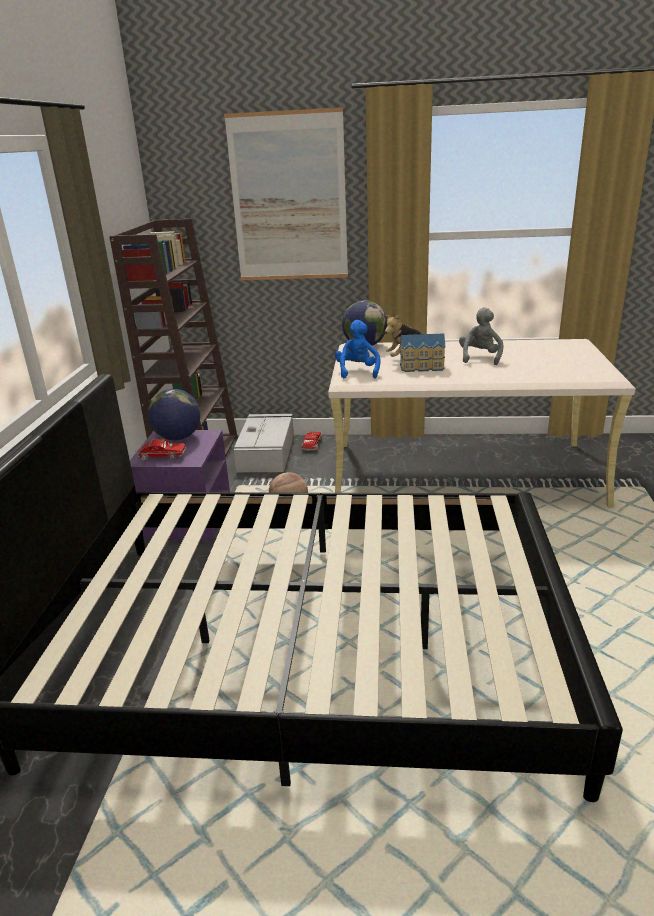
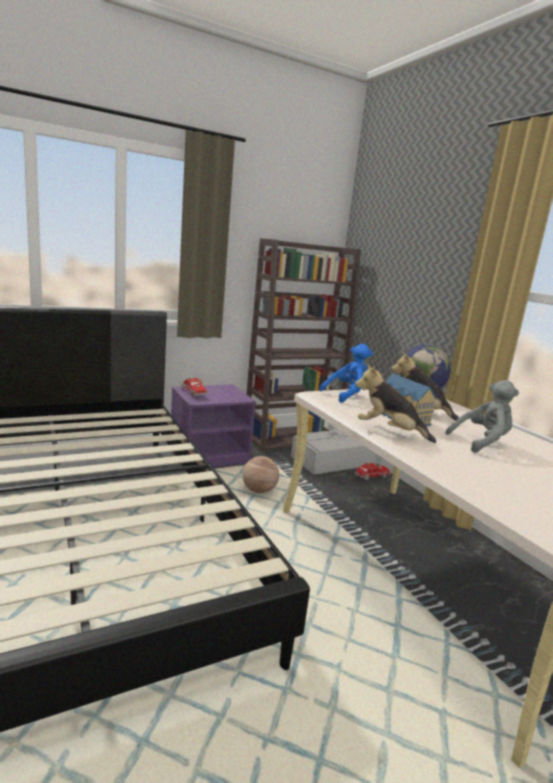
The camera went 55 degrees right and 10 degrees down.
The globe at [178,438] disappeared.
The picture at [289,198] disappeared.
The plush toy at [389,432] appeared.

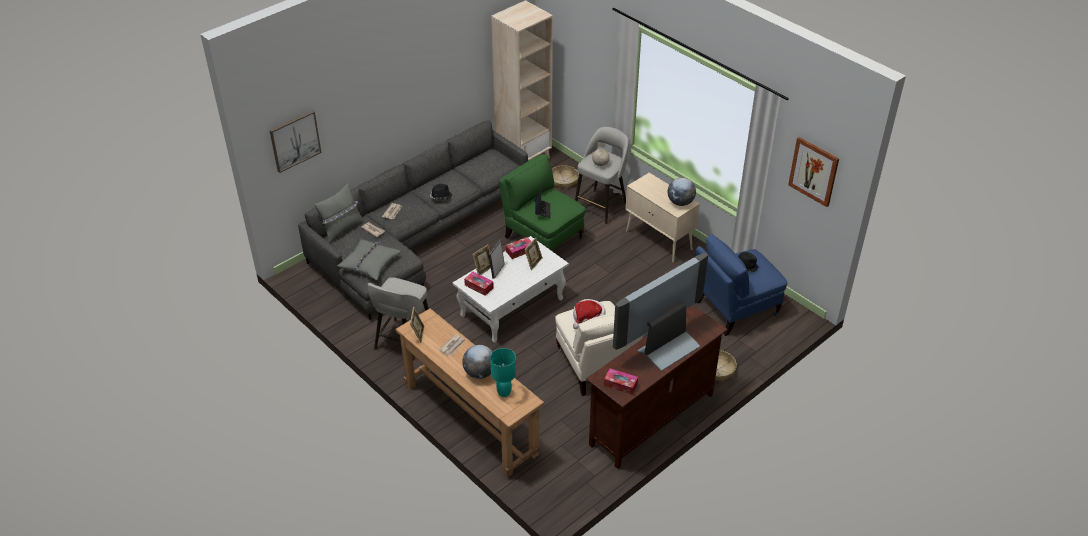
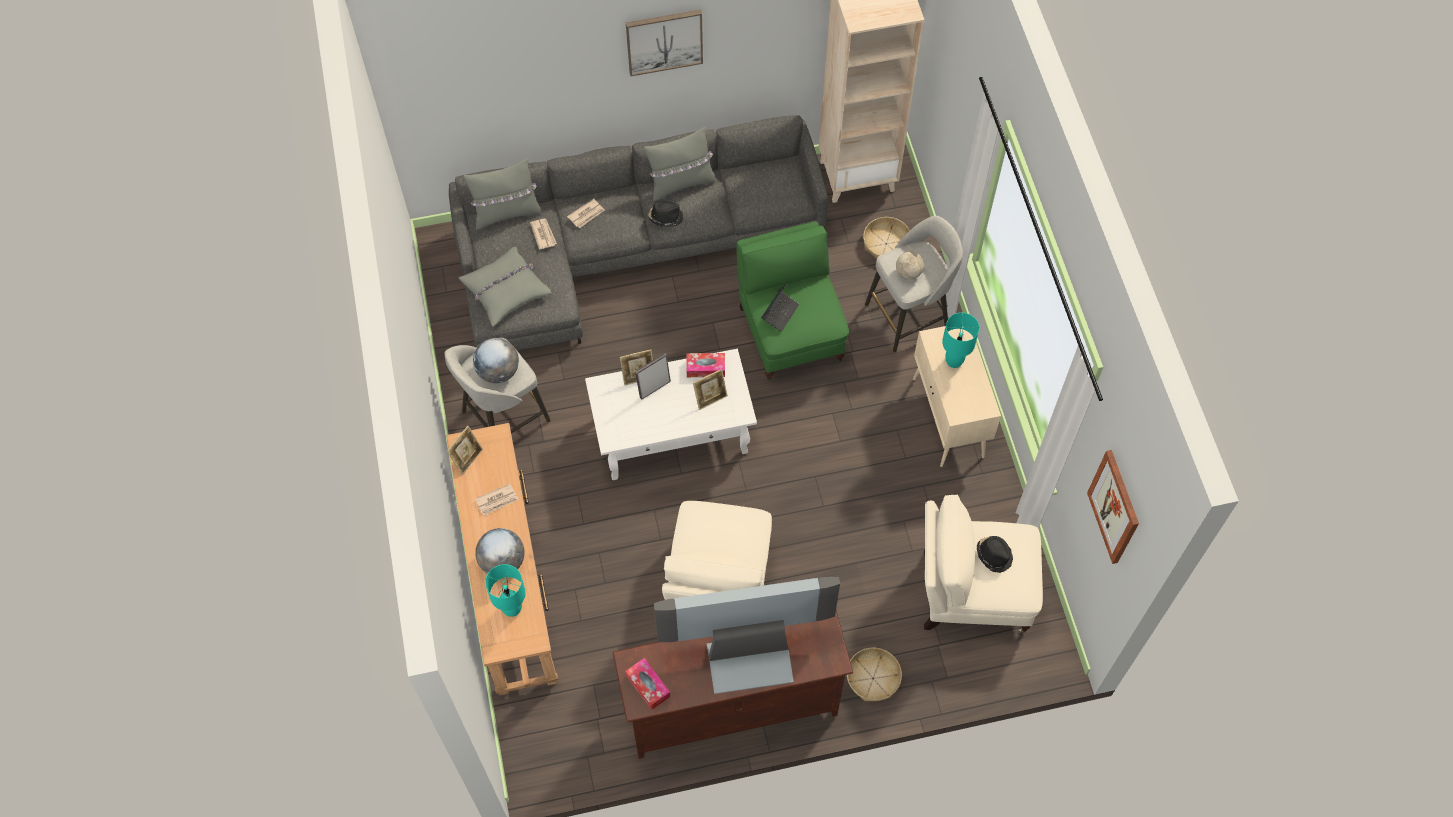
The camera went 30 degrees right and 20 degrees up.
The picture moved from [295,140] to [664,41].
The tissue box at [479,286] disappeared.
The hat at [588,318] disappeared.
The globe moved from [680,202] to [498,371].
The blue armchair at [734,308] became the beige armchair at [970,591].
The grey pillow at [681,183] appeared.
The turquoise table lamp at [954,361] appeared.

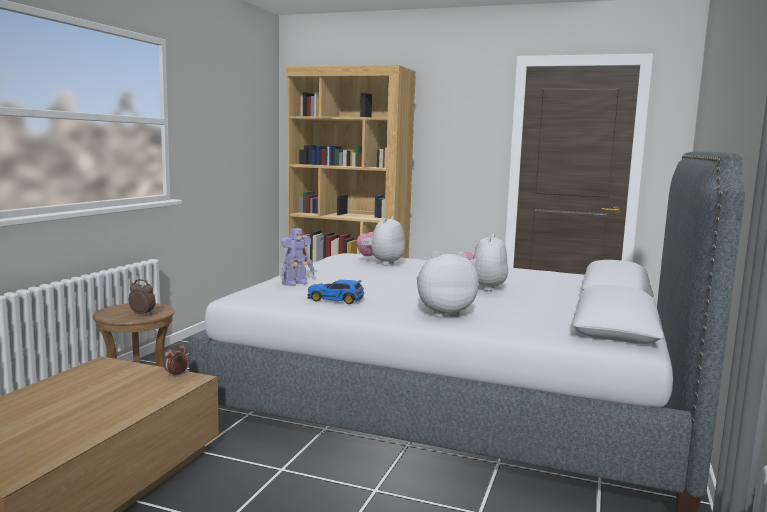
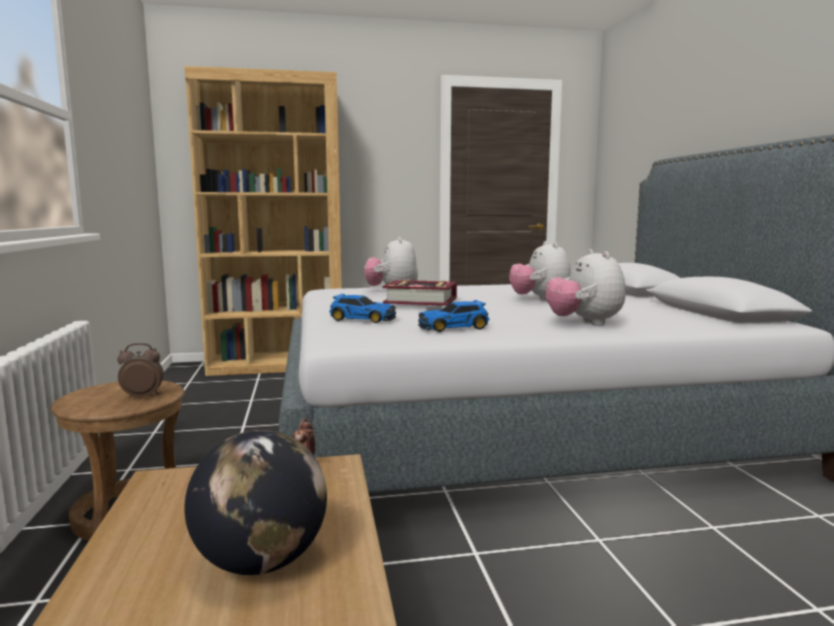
The camera went 30 degrees left and 0 degrees up.
The toy robot at [295,283] was replaced by the toy car at [362,319].
The plush toy at [443,313] turned 60 degrees counterclockwise.
The globe at [261,562] appeared.
The book at [420,300] appeared.

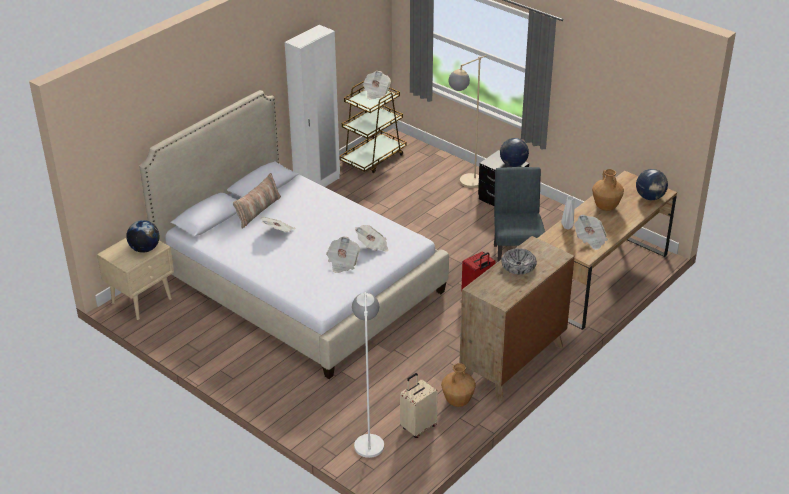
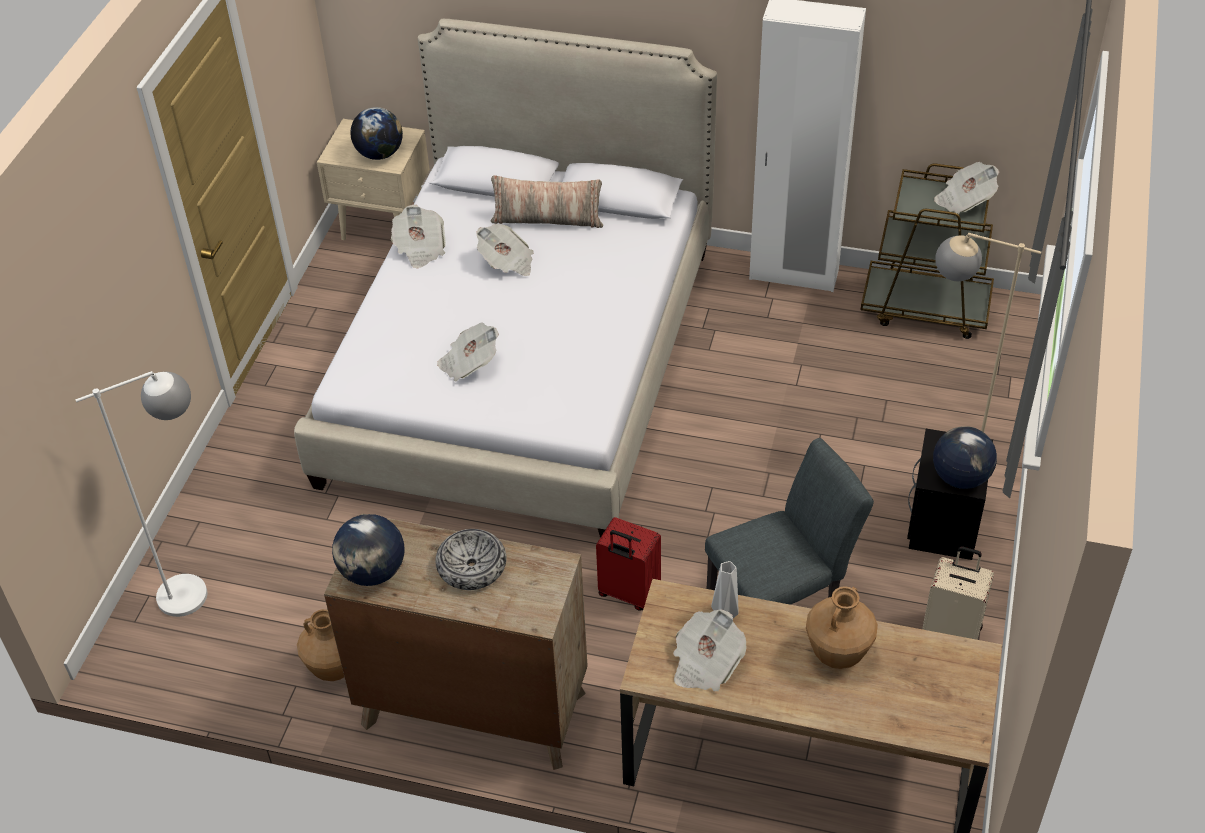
The camera went 65 degrees right and 10 degrees up.
The newspaper moved from [372,246] to [420,249].
The beige suitcase moved from [418,427] to [952,631].
The globe moved from [650,197] to [372,572].

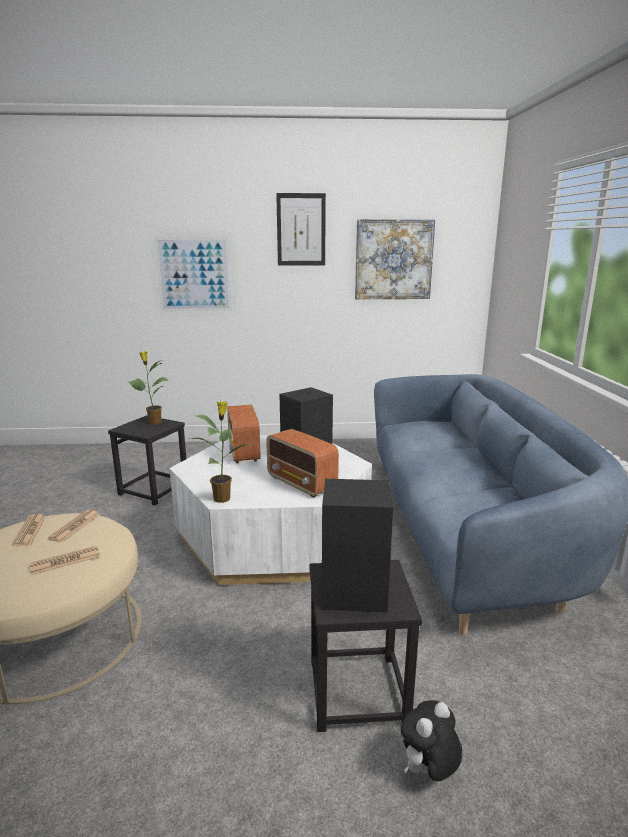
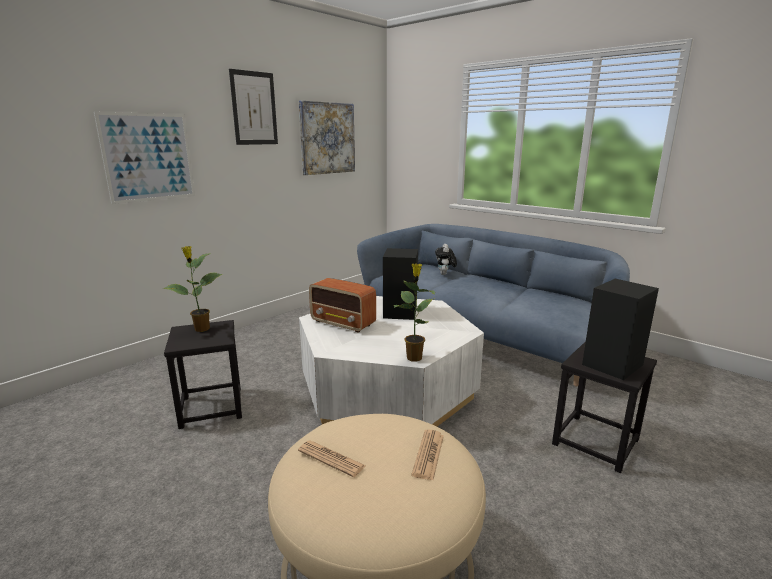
The camera went 45 degrees left and 0 degrees up.
The newspaper at [75,526] disappeared.
The radio at [302,483] disappeared.
The plush toy moved from [428,772] to [445,274].

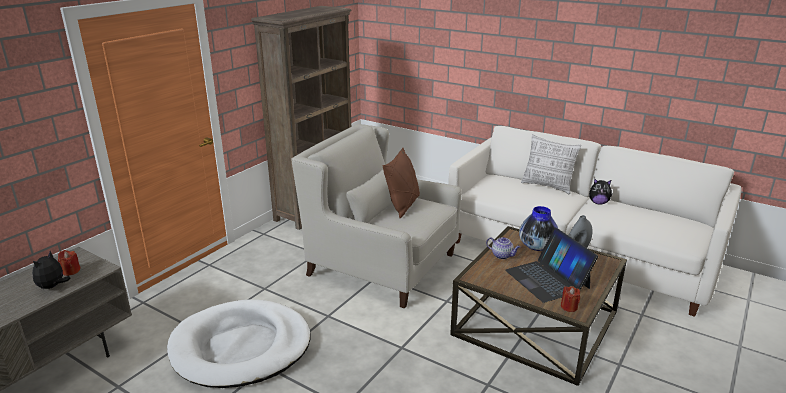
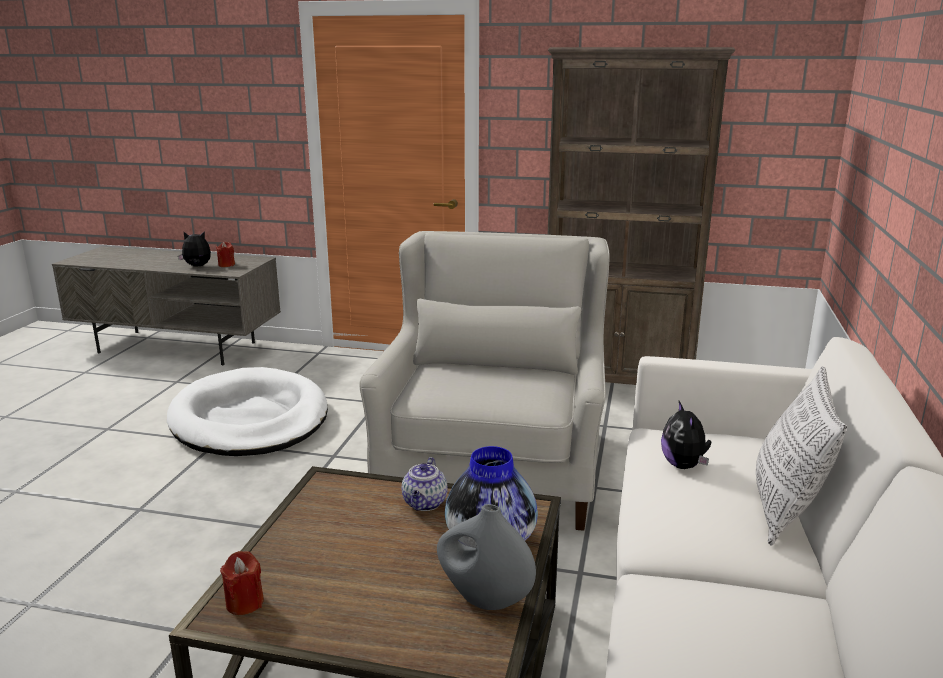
The camera went 70 degrees right and 5 degrees down.
The brown pillow at [403,205] disappeared.
The laptop at [547,279] disappeared.
The plush toy moved from [598,203] to [684,465].

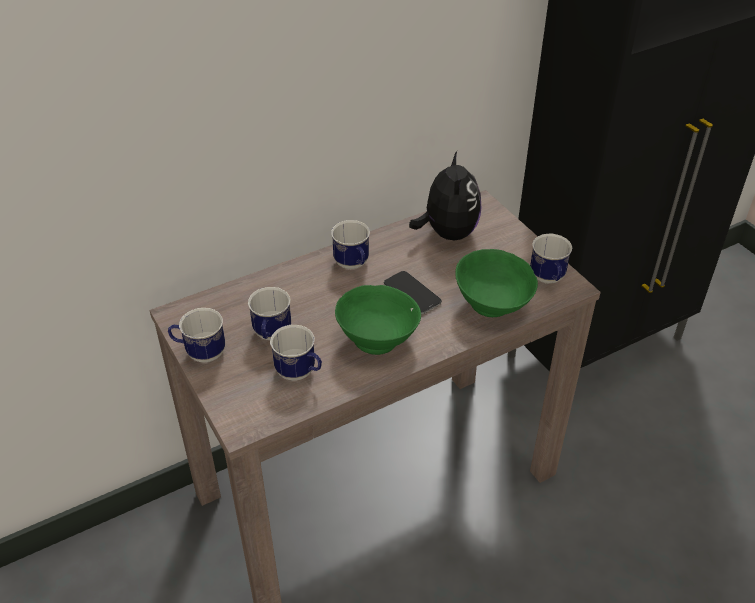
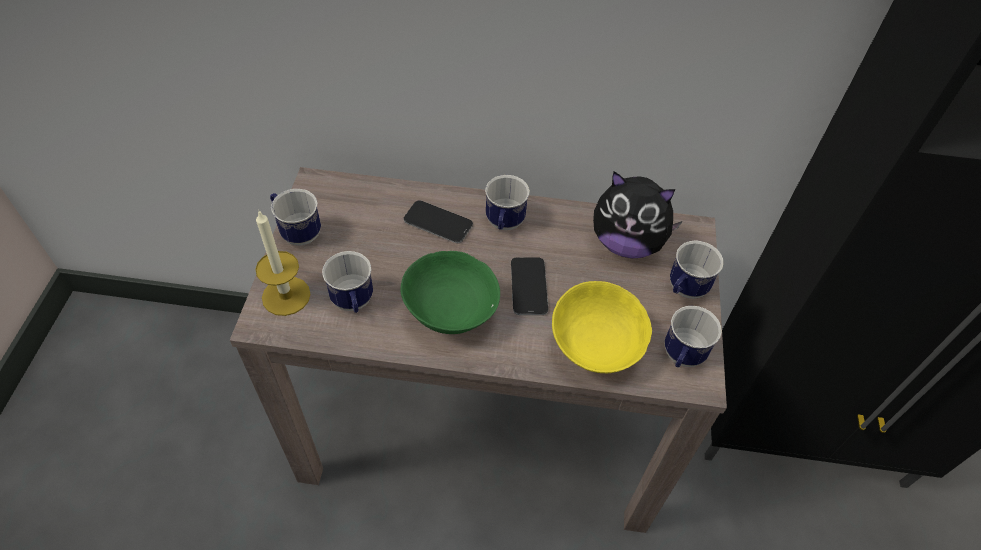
The camera went 35 degrees right and 10 degrees up.
The mug moved from [271,336] to [684,291].
The plush toy at [447,233] turned 75 degrees clockwise.
The green bowl at [492,306] became the yellow bowl at [593,349].
The candle at [286,296] appeared.
The phone at [438,223] appeared.

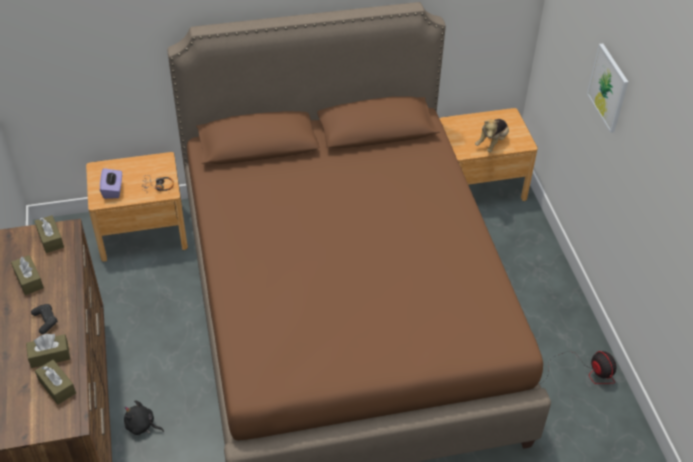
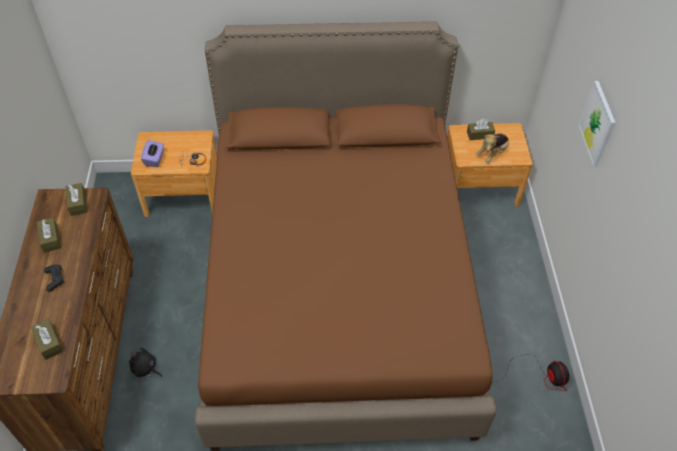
The camera went 10 degrees right and 5 degrees up.
The brown tissue box moved from [50,356] to [480,135].

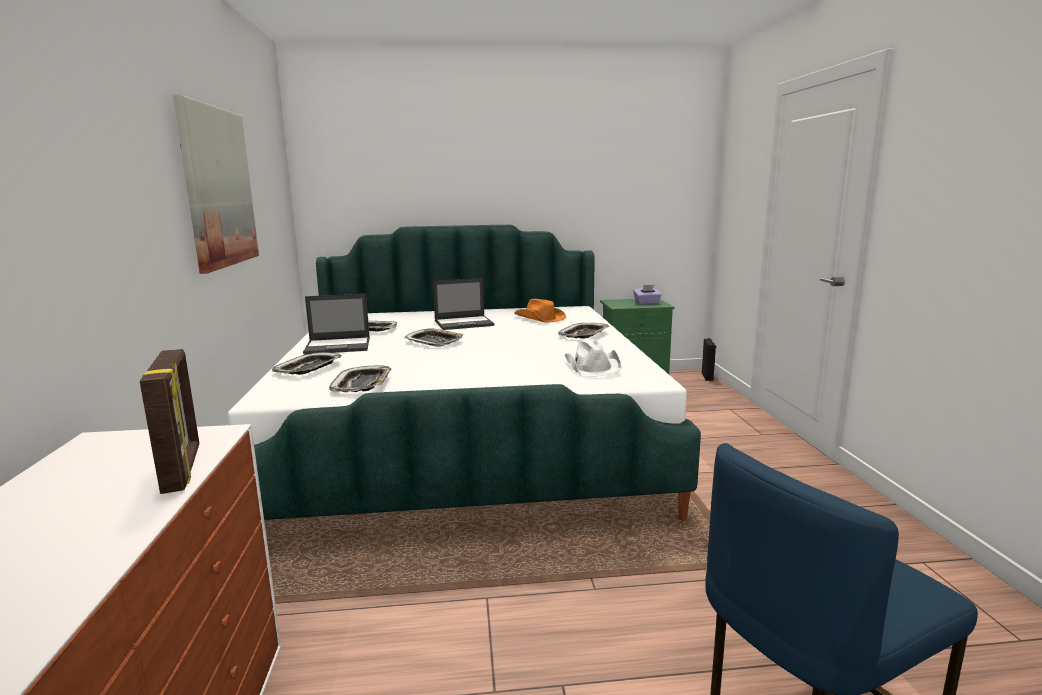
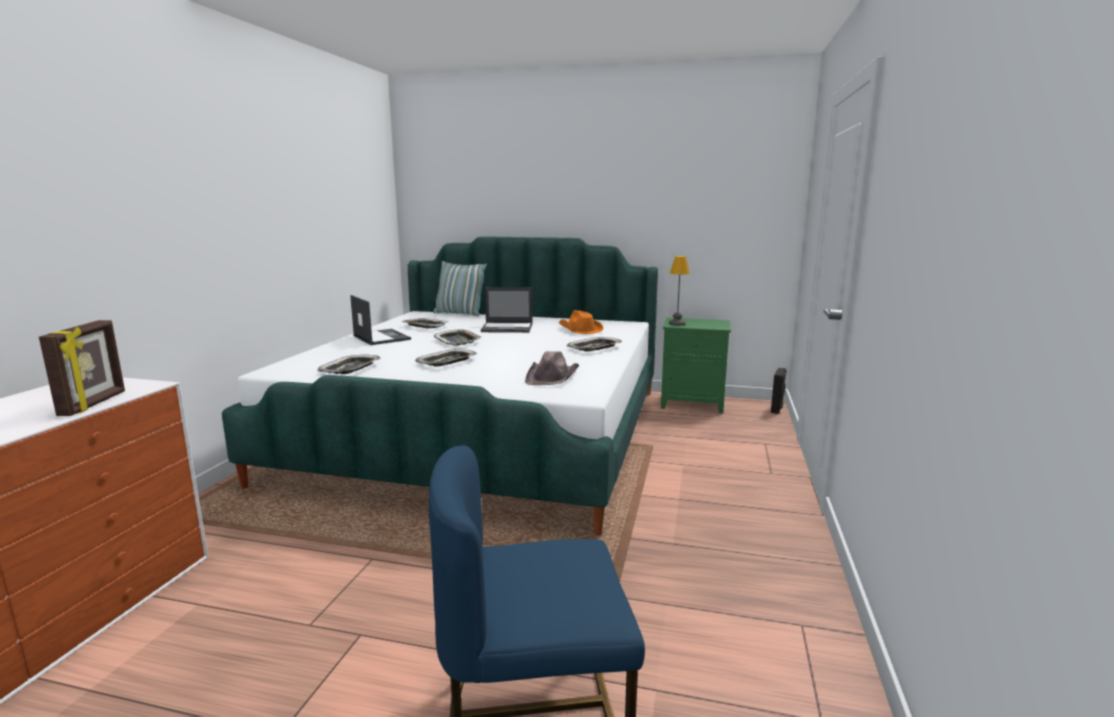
The camera went 20 degrees right and 0 degrees up.
The picture at [217,187] disappeared.
The tray moved from [309,368] to [447,362].
The laptop at [339,346] turned 135 degrees counterclockwise.
The white hat at [593,367] became the brown hat at [552,377].
The purple tissue box at [647,303] disappeared.
The pillow at [459,314] appeared.
The table lamp at [676,323] appeared.

